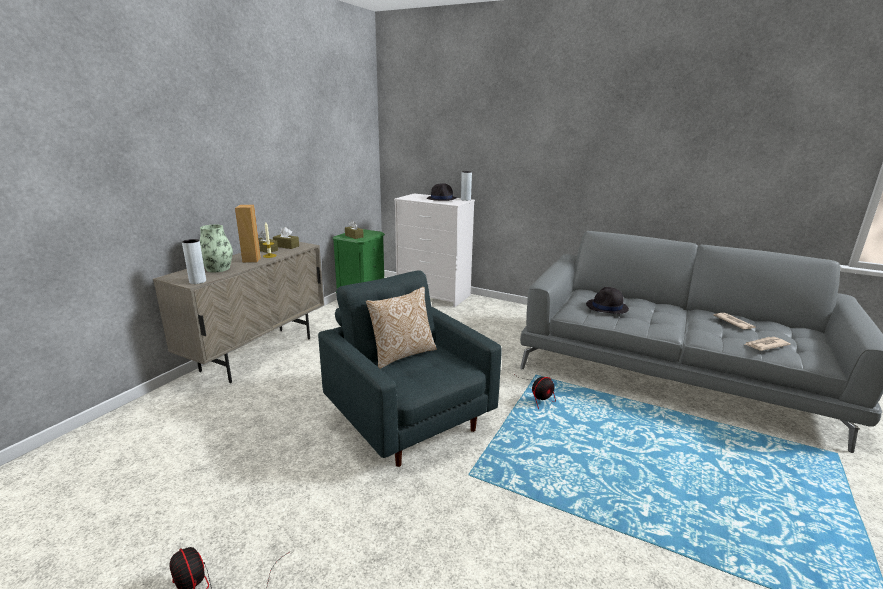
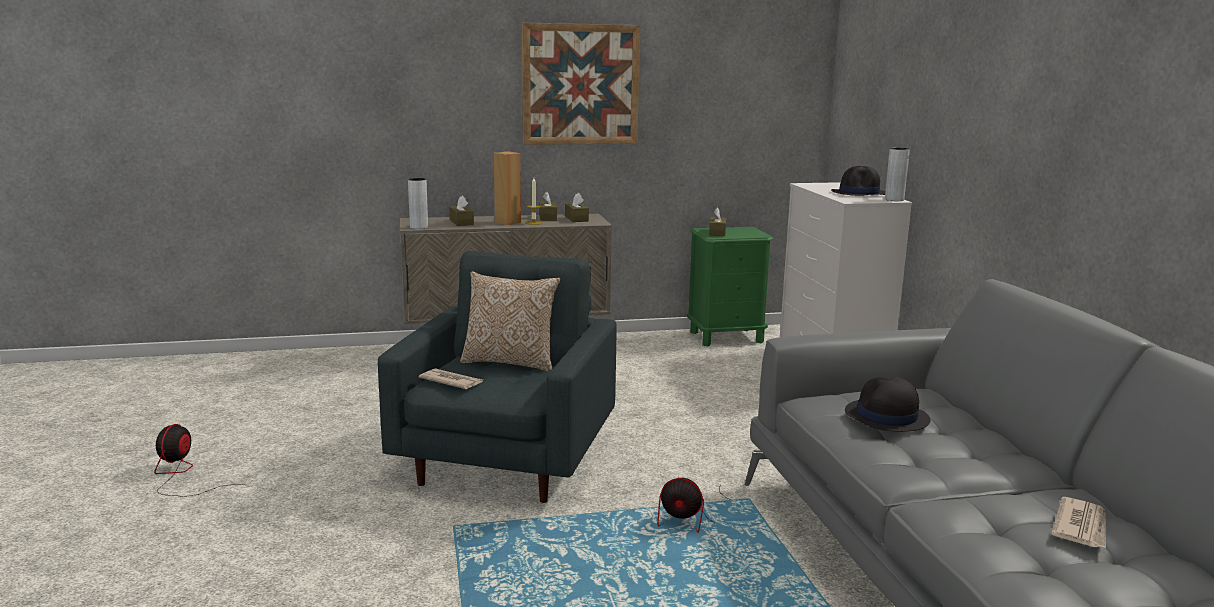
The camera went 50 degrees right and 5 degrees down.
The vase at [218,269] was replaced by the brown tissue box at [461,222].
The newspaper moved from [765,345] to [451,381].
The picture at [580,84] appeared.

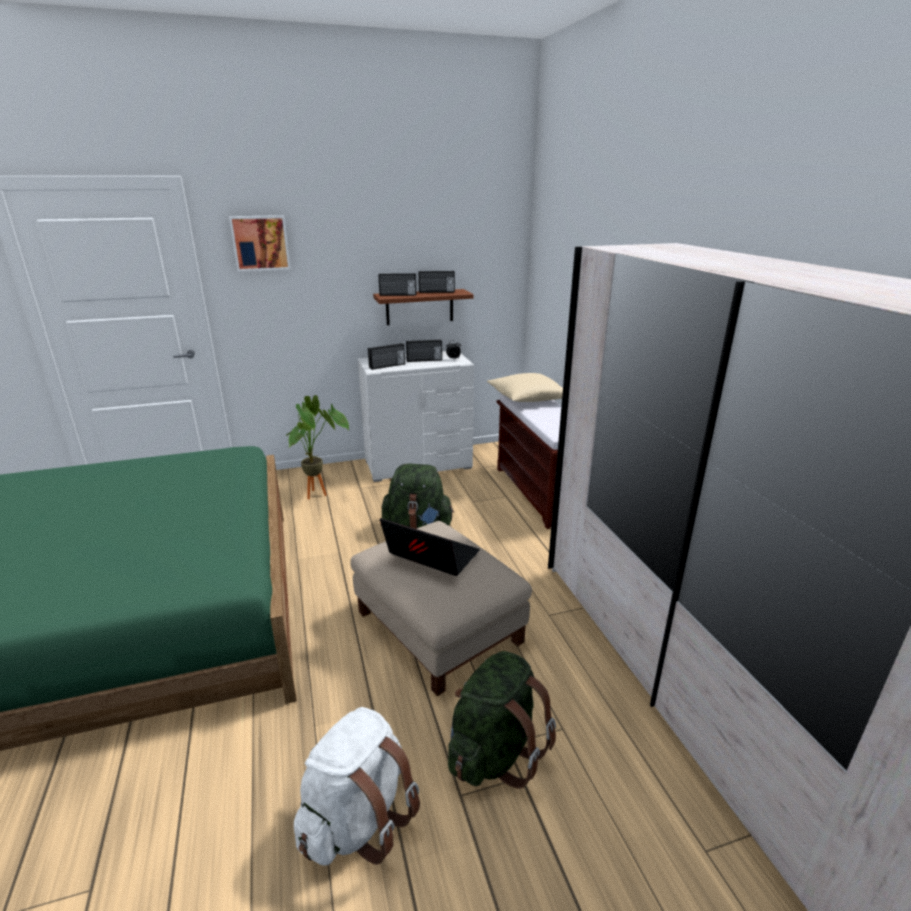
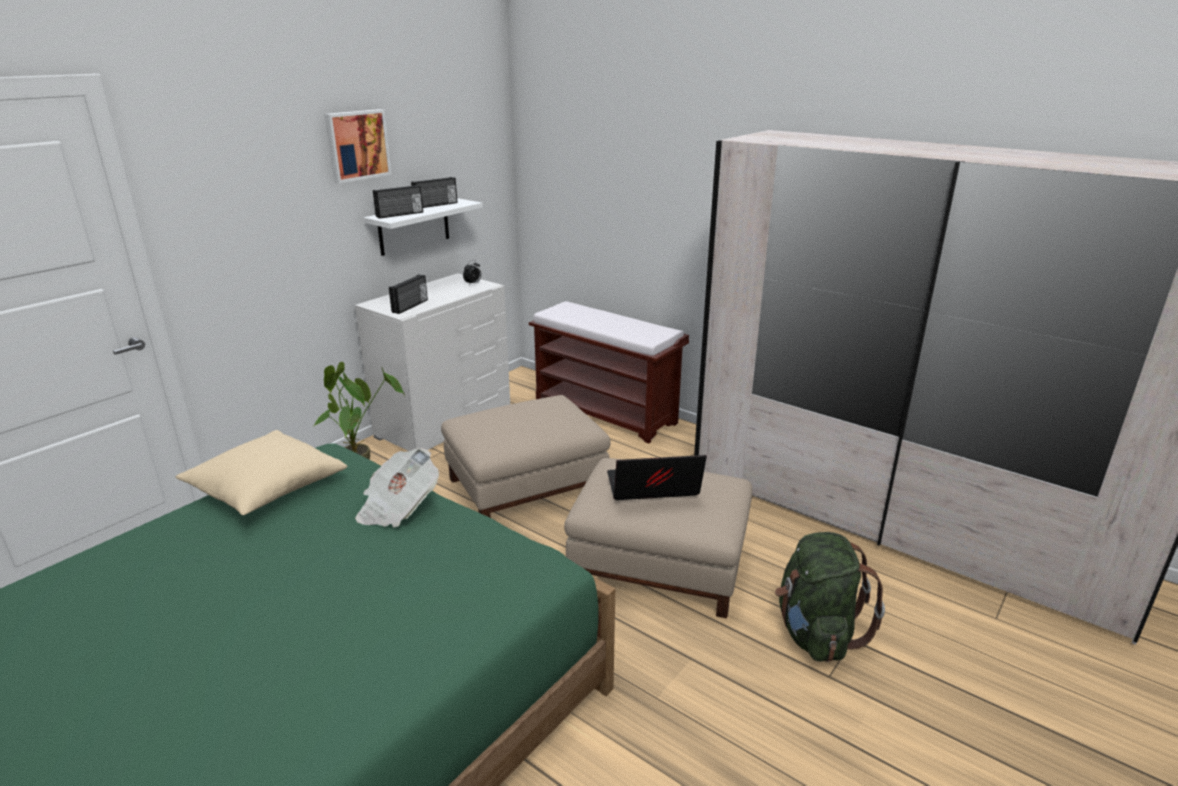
The camera went 35 degrees left and 0 degrees up.
The picture moved from [260,243] to [357,145].
The white backpack at [358,819] disappeared.
The brown shelf at [419,307] became the white shelf at [414,227].
The green backpack at [418,527] was replaced by the beige ottoman at [526,486].
The radio at [424,360] disappeared.
The beige pillow moved from [527,398] to [266,488].
The newspaper at [398,507] appeared.

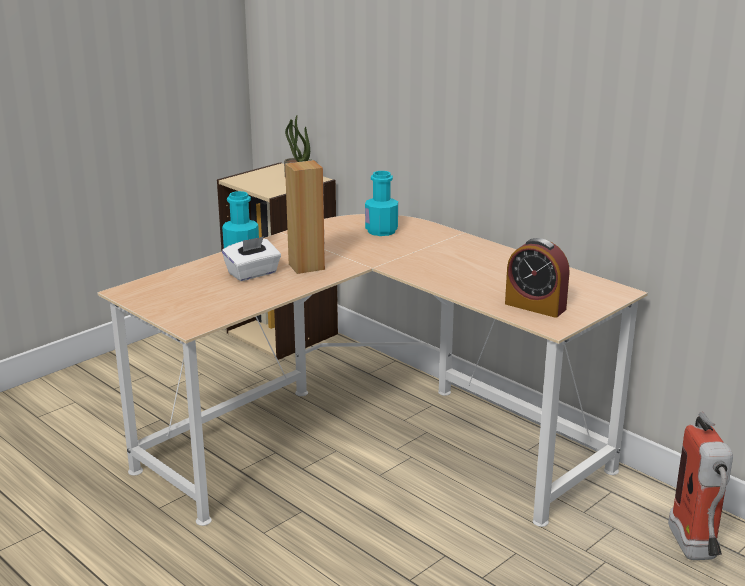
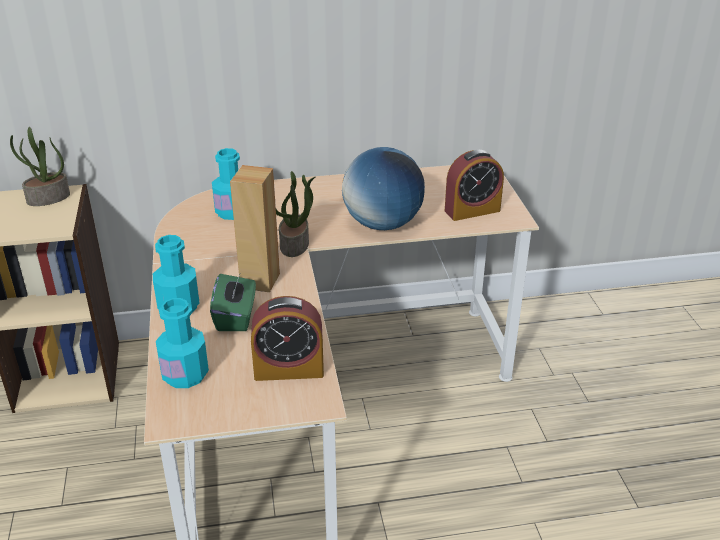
The camera went 55 degrees left and 10 degrees up.
The white tissue box at [253,273] became the green tissue box at [236,317].
The fire extinguisher at [696,552] disappeared.
The turquoise bottle at [185,374] appeared.
The alarm clock at [289,369] appeared.
The potted plant at [295,245] appeared.
The globe at [382,224] appeared.

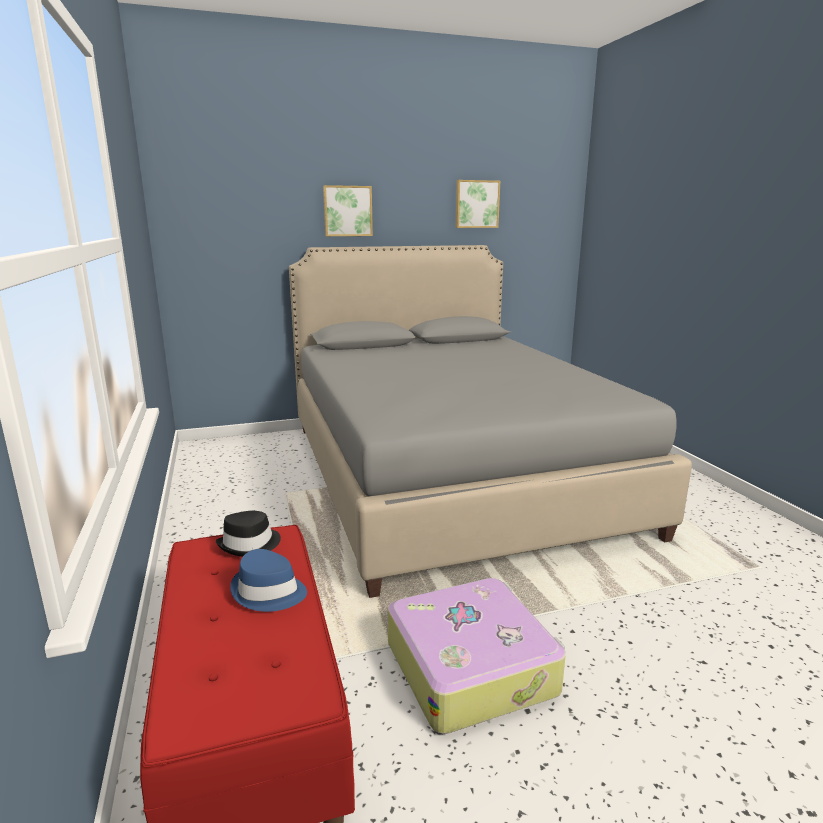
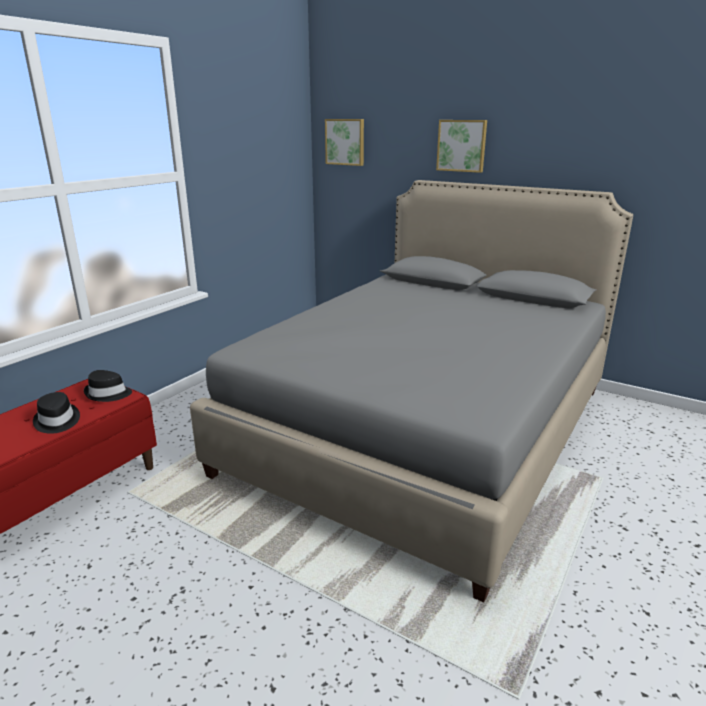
The camera went 50 degrees right and 5 degrees up.
The blue hat at [268,592] became the black hat at [56,421].
The suitcase at [471,666] disappeared.
The picture moved from [476,204] to [345,142].

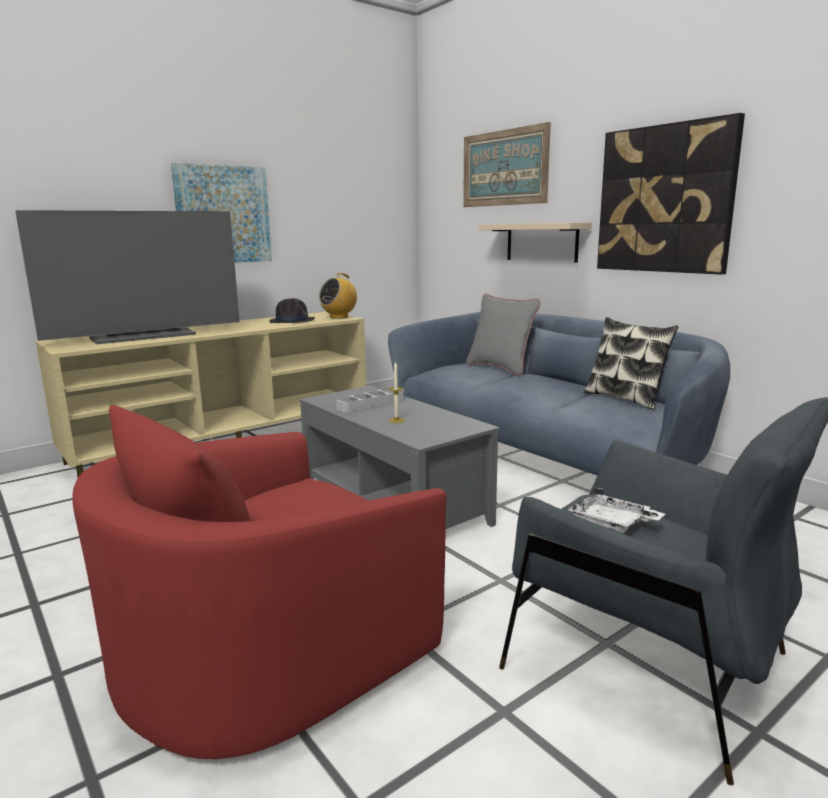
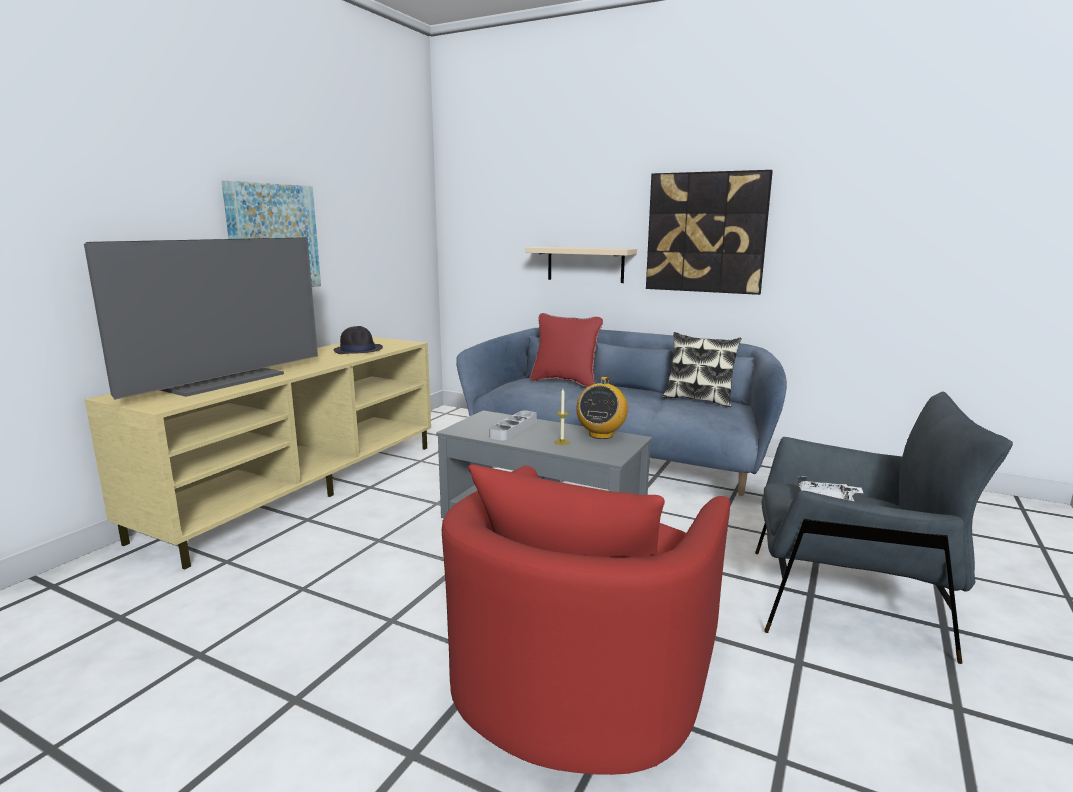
The camera went 25 degrees left and 0 degrees up.
The radio moved from [339,317] to [601,434].
The picture at [504,168] disappeared.
The grey pillow at [500,368] became the red pillow at [565,381].

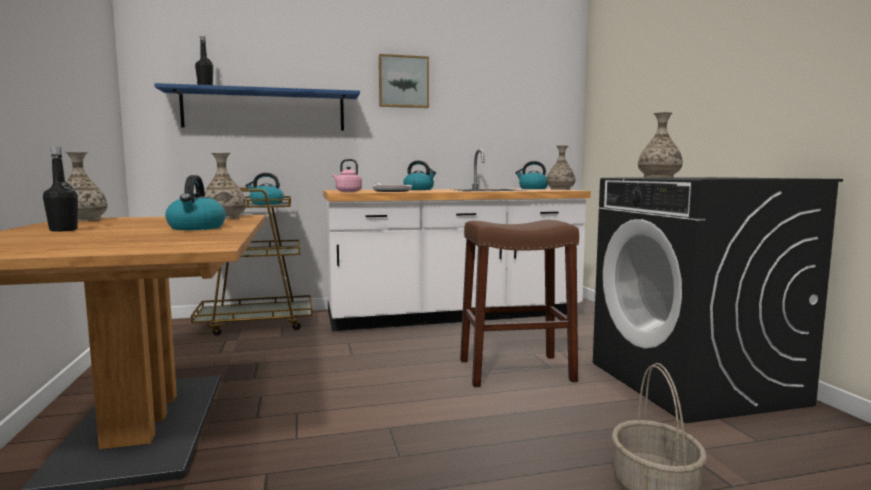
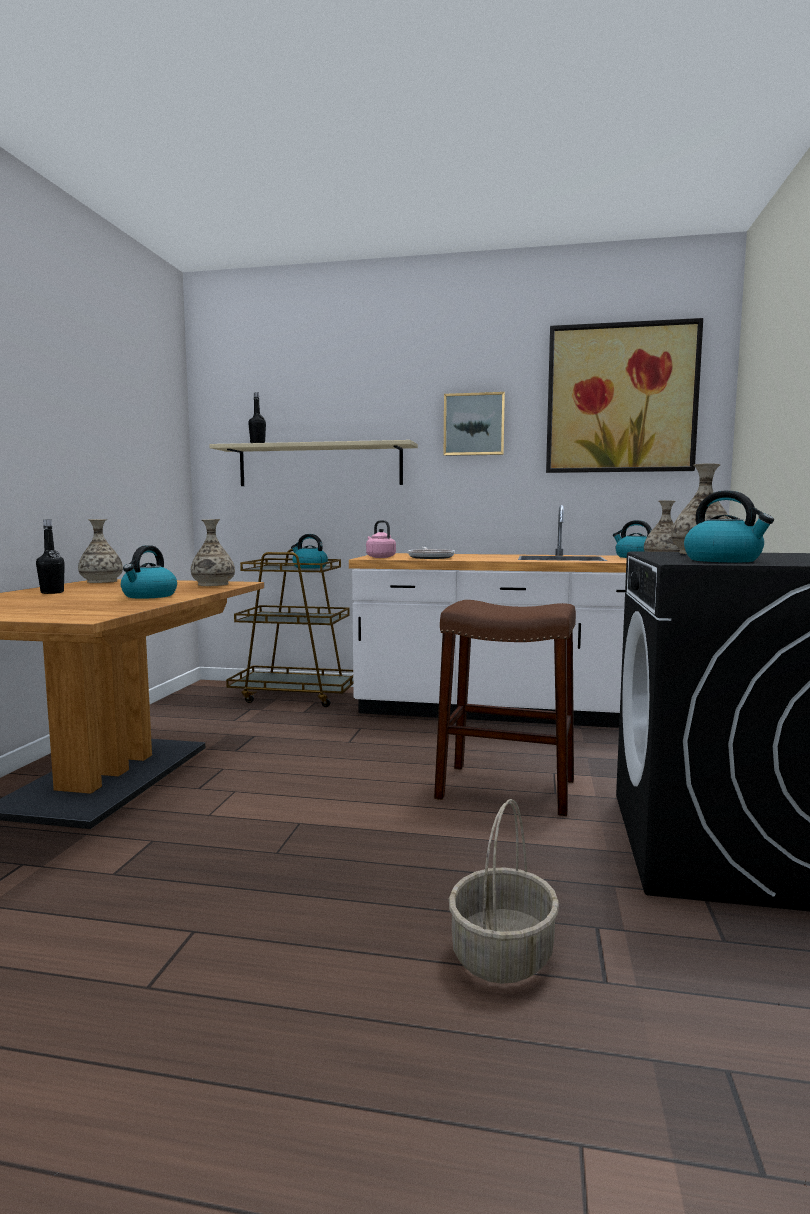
The camera went 25 degrees right and 0 degrees up.
The blue shelf at [264,110] became the beige shelf at [320,465].
The kettle moved from [419,189] to [724,560].
The picture at [621,399] appeared.

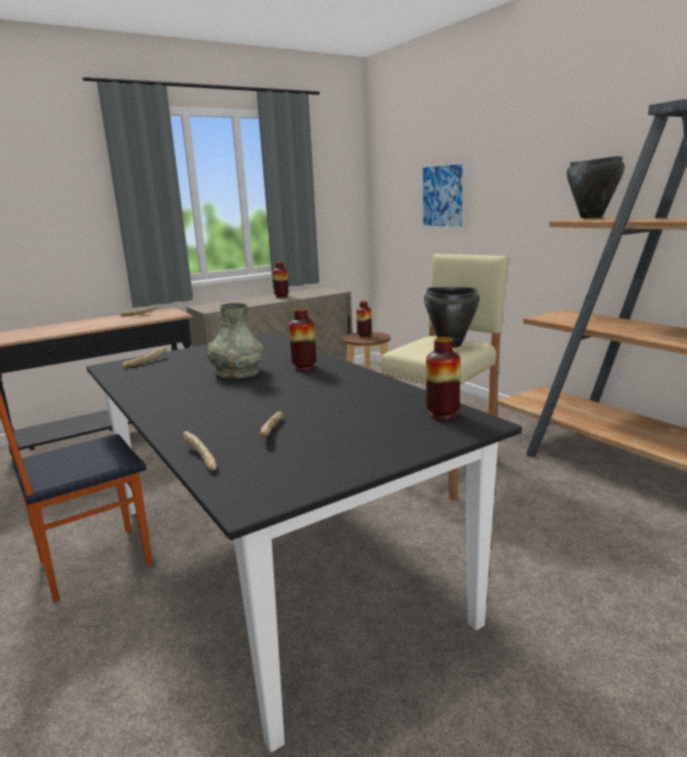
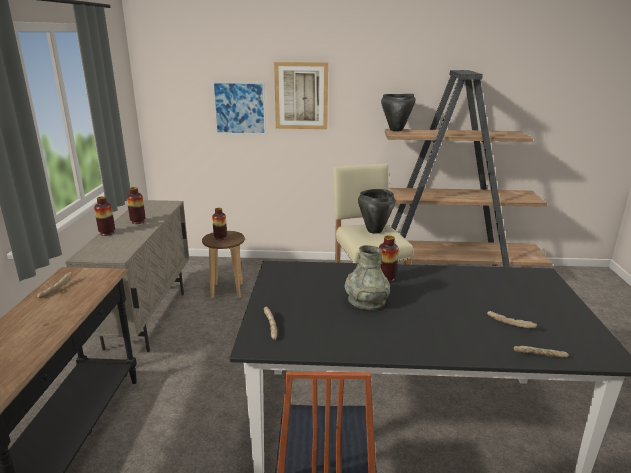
The camera went 55 degrees left and 5 degrees up.
The vase moved from [442,414] to [107,233].
The picture at [301,96] appeared.

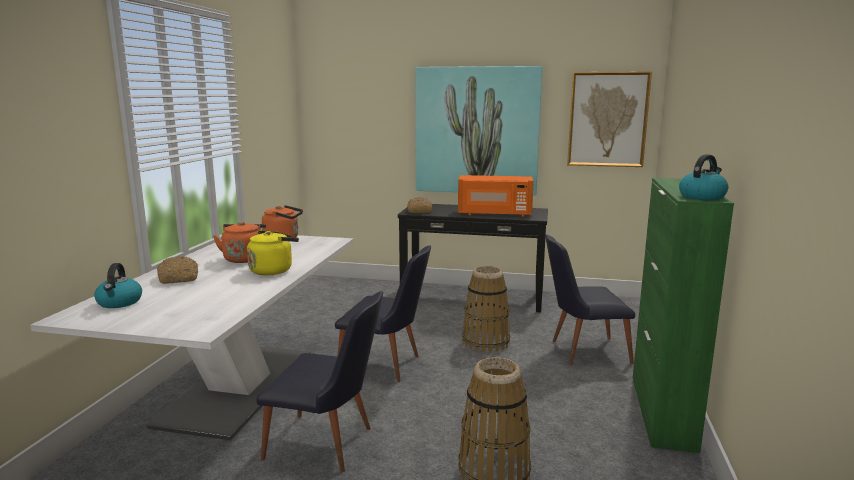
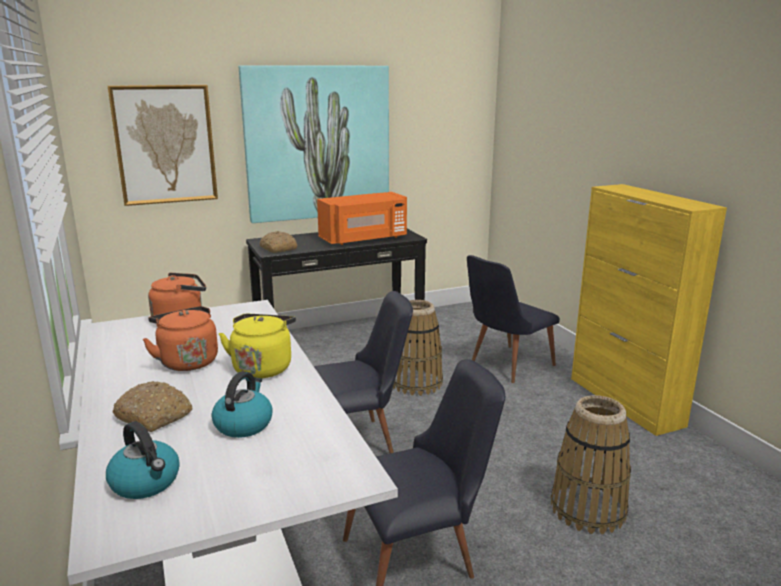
The camera went 35 degrees left and 5 degrees up.
The picture moved from [607,119] to [165,145].
The green cabinet at [662,411] became the yellow cabinet at [625,401].
The kettle moved from [702,197] to [243,424].

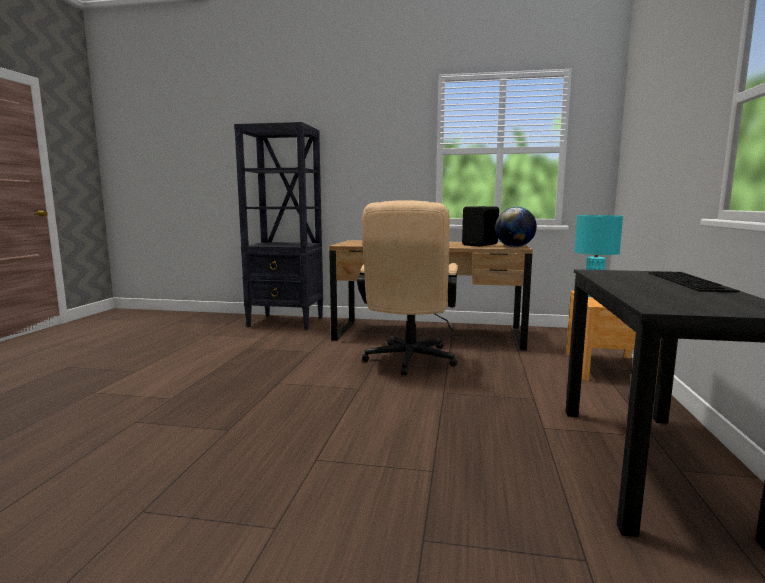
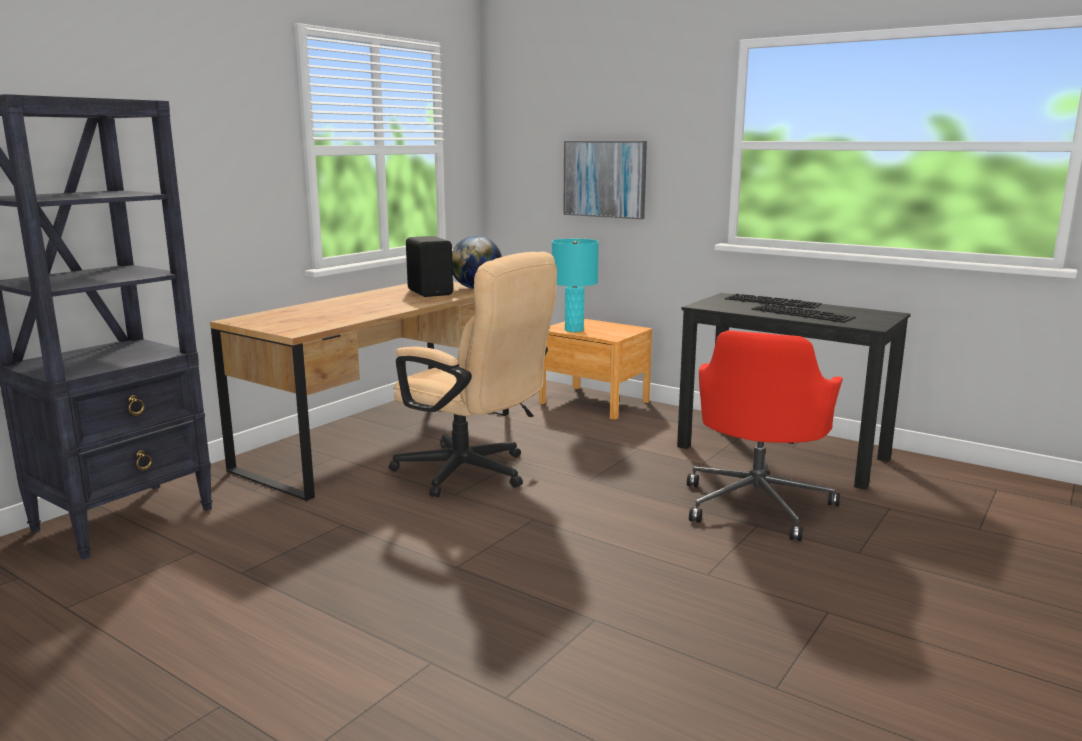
The camera went 65 degrees left and 5 degrees up.
The picture at [605,179] appeared.
The red office chair at [757,504] appeared.
The keyboard at [804,313] appeared.

